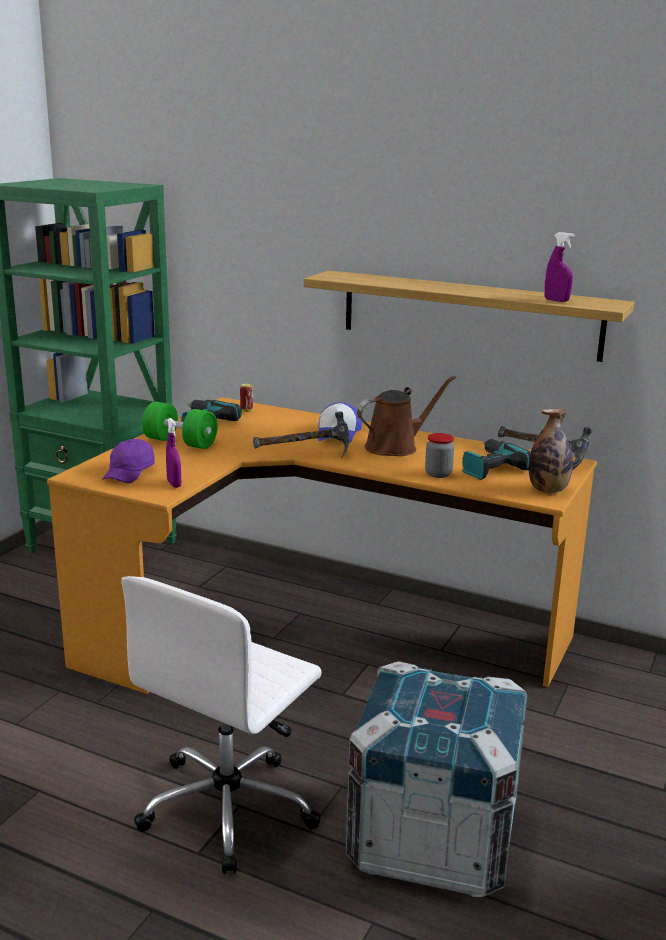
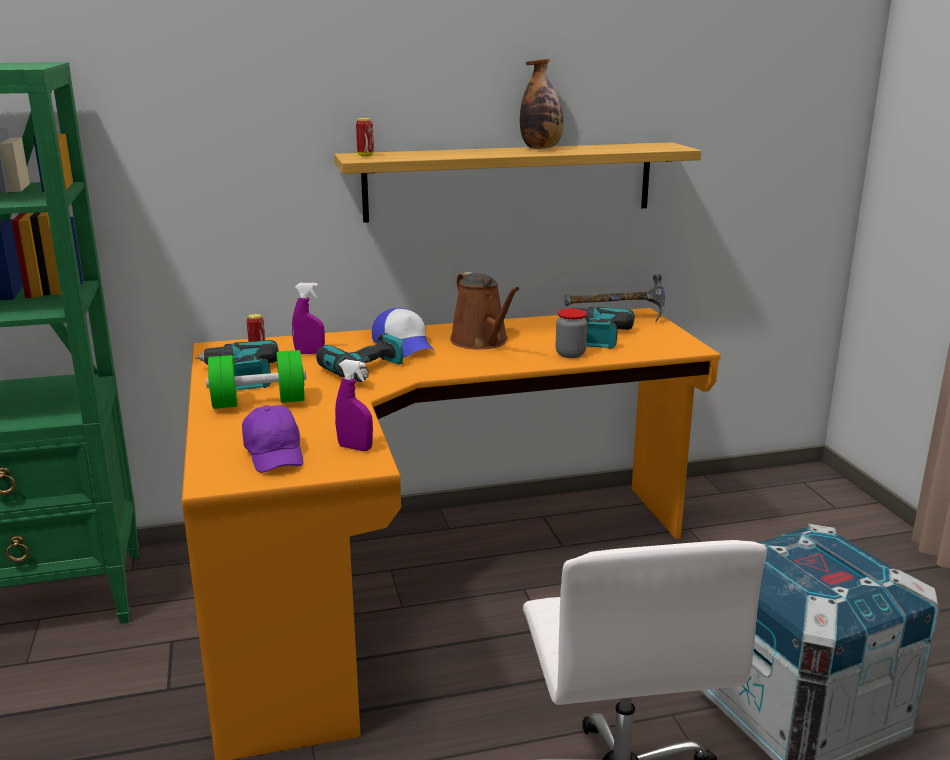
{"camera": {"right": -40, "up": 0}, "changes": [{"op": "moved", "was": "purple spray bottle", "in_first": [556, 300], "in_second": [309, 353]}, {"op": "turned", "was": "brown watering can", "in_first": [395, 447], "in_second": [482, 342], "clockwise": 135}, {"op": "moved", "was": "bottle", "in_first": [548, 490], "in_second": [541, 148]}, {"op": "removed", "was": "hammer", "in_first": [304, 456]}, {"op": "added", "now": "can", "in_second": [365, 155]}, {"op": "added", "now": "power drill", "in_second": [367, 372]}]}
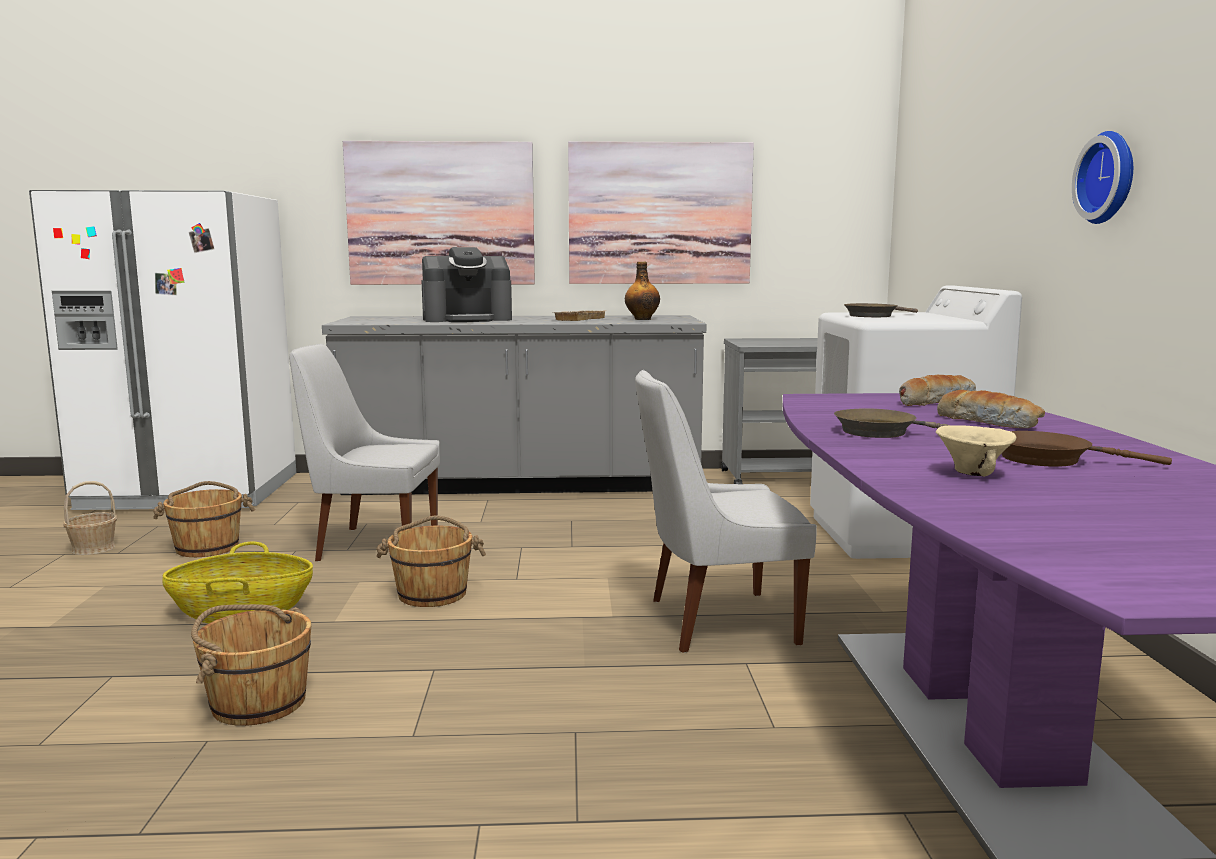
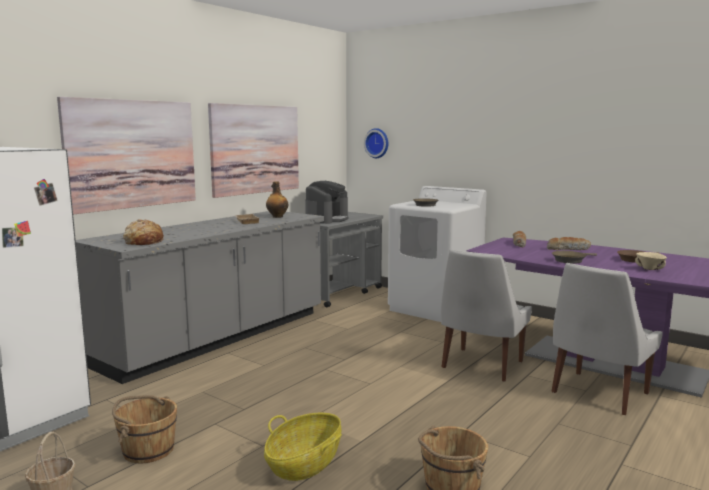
{"camera": {"right": -50, "up": 0}, "changes": [{"op": "moved", "was": "wall clock", "in_first": [1110, 178], "in_second": [377, 143]}, {"op": "moved", "was": "coffee machine", "in_first": [467, 319], "in_second": [327, 219]}, {"op": "moved", "was": "white chair", "in_first": [373, 545], "in_second": [598, 394]}, {"op": "removed", "was": "brown bucket", "in_first": [432, 593]}, {"op": "added", "now": "bread", "in_second": [143, 241]}]}
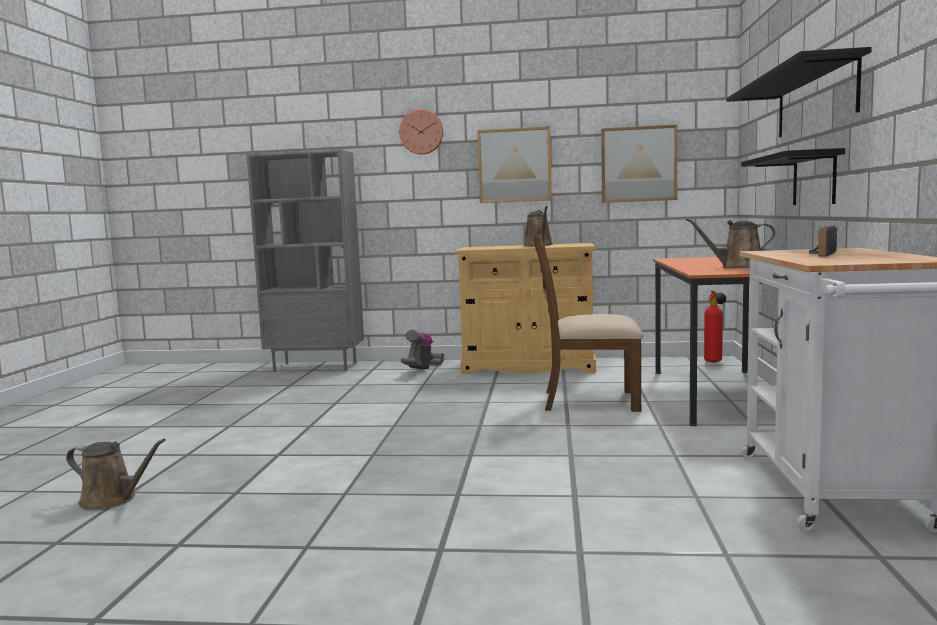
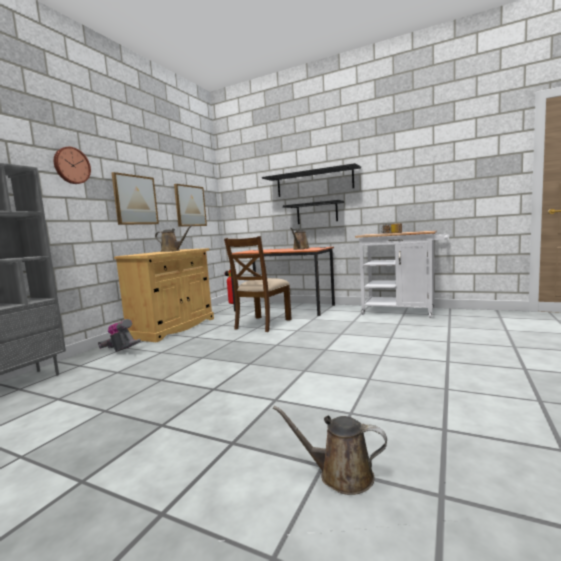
{"camera": {"right": -70, "up": 0}, "changes": [{"op": "turned", "was": "brown watering can", "in_first": [112, 500], "in_second": [340, 475], "clockwise": -105}]}
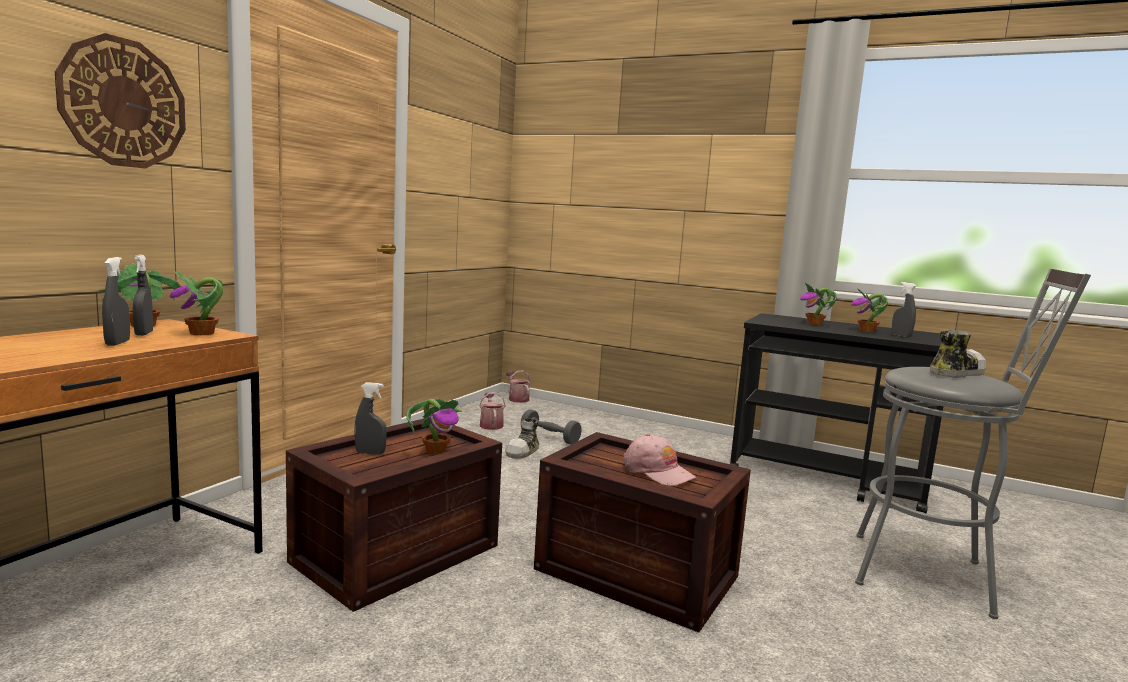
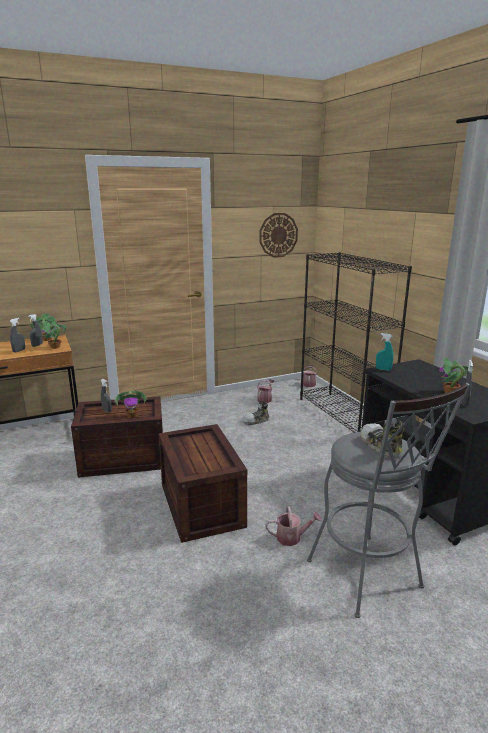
{"camera": {"right": 40, "up": 10}, "changes": [{"op": "moved", "was": "wall clock", "in_first": [123, 103], "in_second": [278, 235]}, {"op": "removed", "was": "potted plant", "in_first": [815, 324]}, {"op": "turned", "was": "shoe", "in_first": [954, 373], "in_second": [380, 446], "clockwise": -120}, {"op": "removed", "was": "grey dumbbell", "in_first": [550, 437]}, {"op": "removed", "was": "pink cap", "in_first": [657, 471]}, {"op": "added", "now": "black bookcase", "in_second": [343, 415]}, {"op": "added", "now": "turquoise spray bottle", "in_second": [383, 369]}, {"op": "added", "now": "watering can", "in_second": [292, 537]}]}
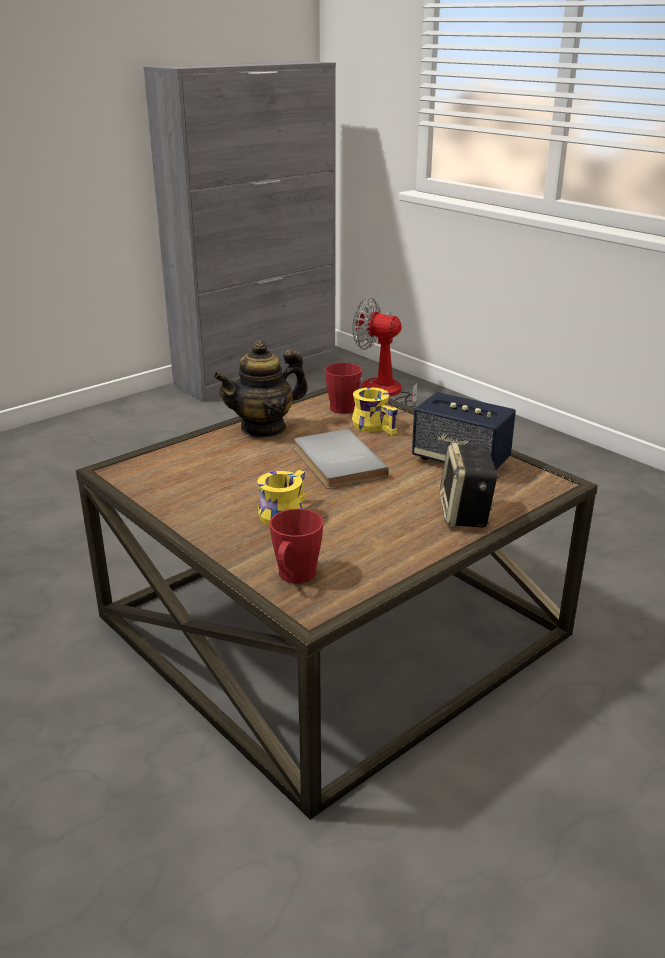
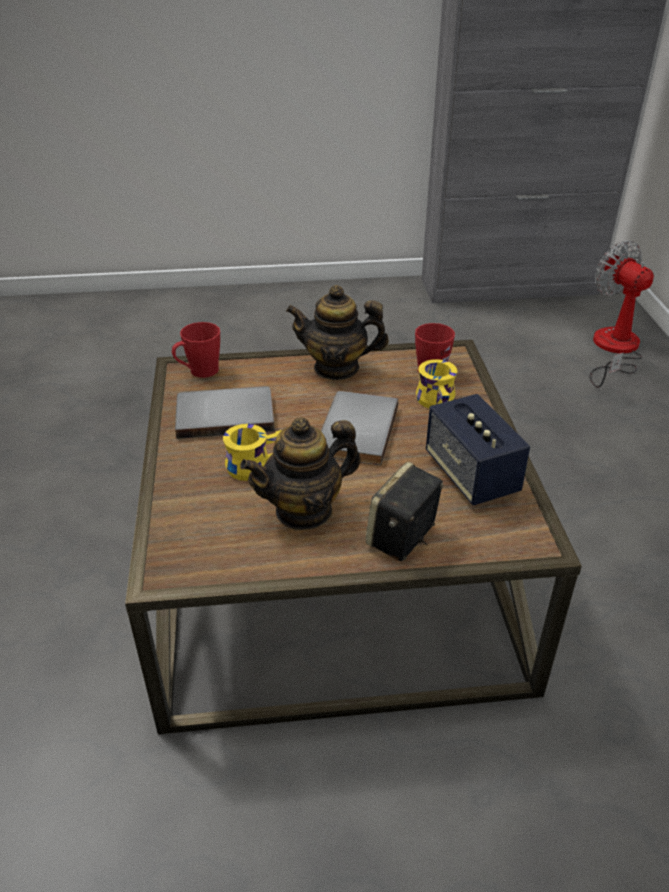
{"camera": {"right": 35, "up": 10}, "changes": [{"op": "moved", "was": "red mug", "in_first": [294, 577], "in_second": [199, 371]}, {"op": "added", "now": "grey book", "in_second": [225, 414]}, {"op": "added", "now": "teapot", "in_second": [304, 510]}]}
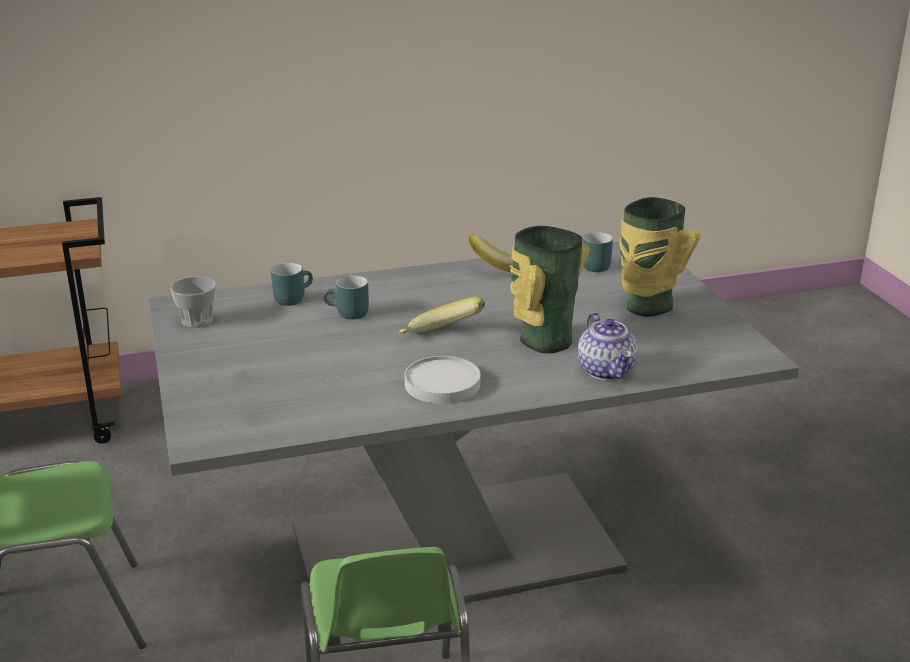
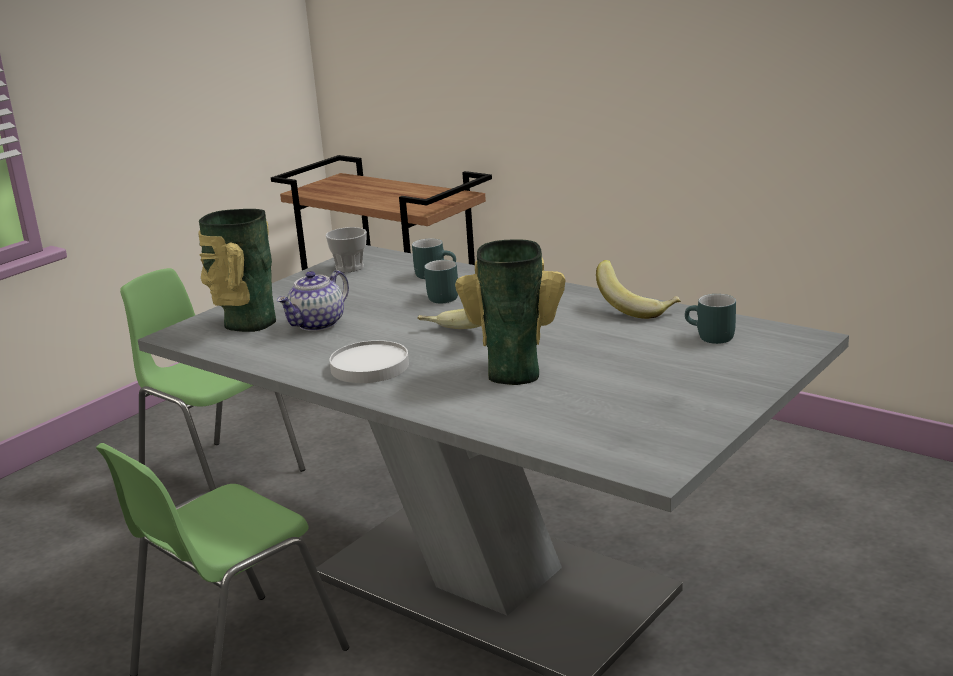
{"camera": {"right": 55, "up": -5}, "changes": [{"op": "moved", "was": "vase", "in_first": [646, 307], "in_second": [247, 323]}, {"op": "moved", "was": "teapot", "in_first": [607, 371], "in_second": [318, 324]}]}
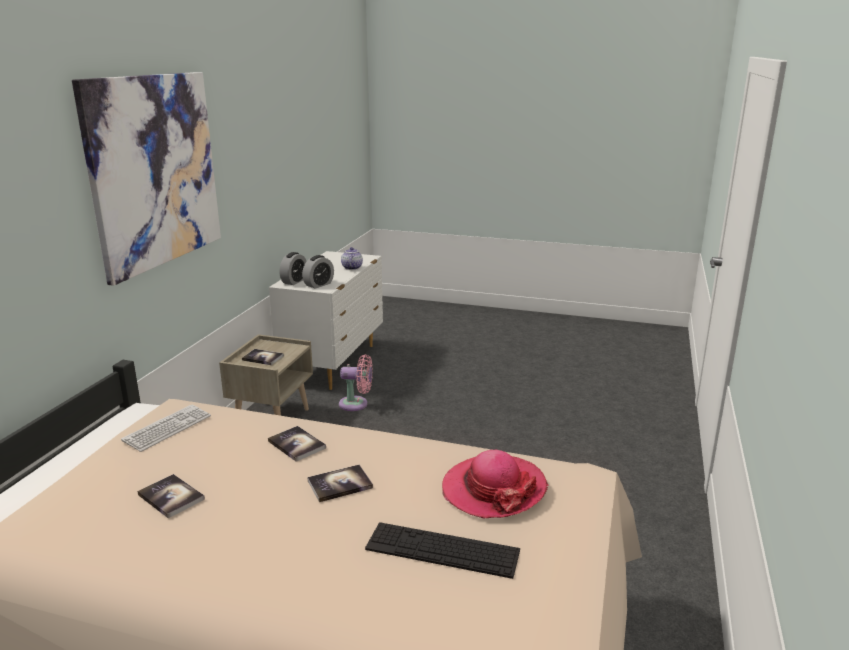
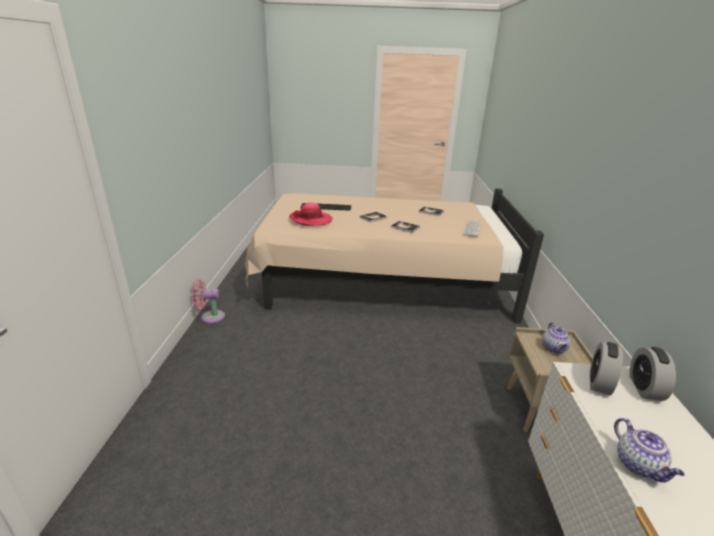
{"camera": {"right": 165, "up": 5}, "changes": [{"op": "removed", "was": "picture", "in_first": [154, 171]}, {"op": "replaced", "was": "book", "now": "teapot", "in_first": [262, 358], "in_second": [554, 348]}, {"op": "moved", "was": "pink fan", "in_first": [356, 404], "in_second": [210, 317]}]}
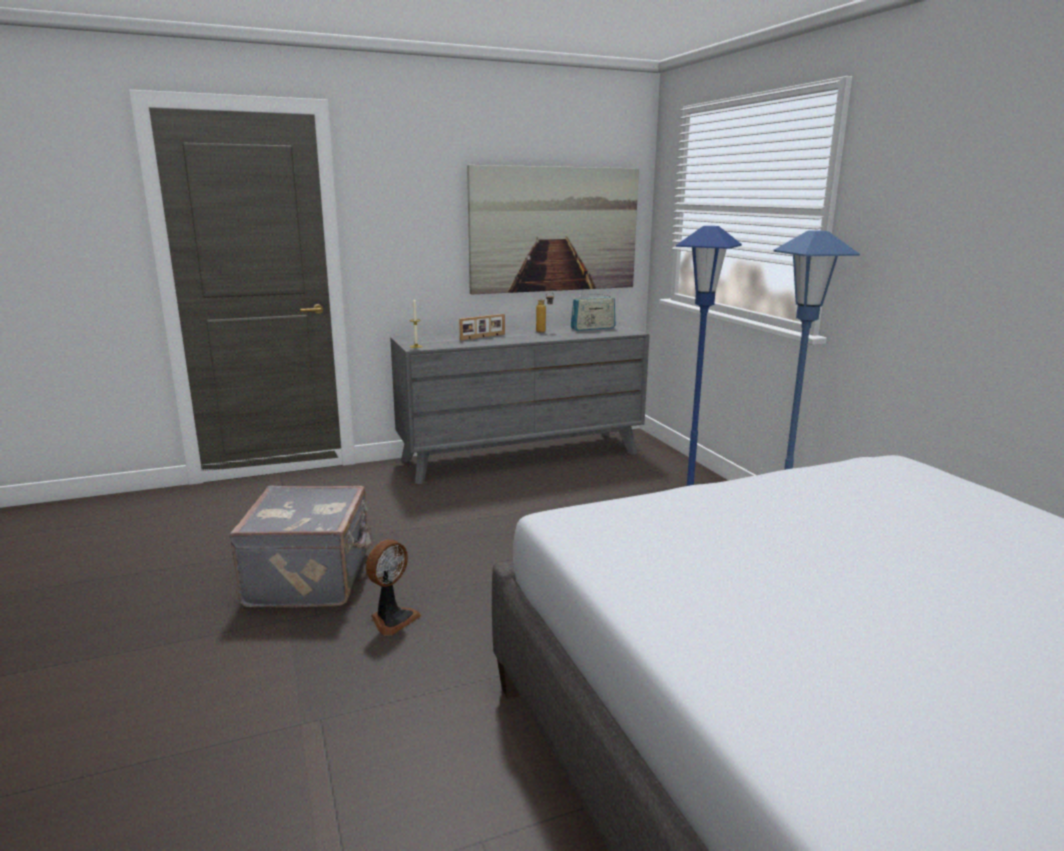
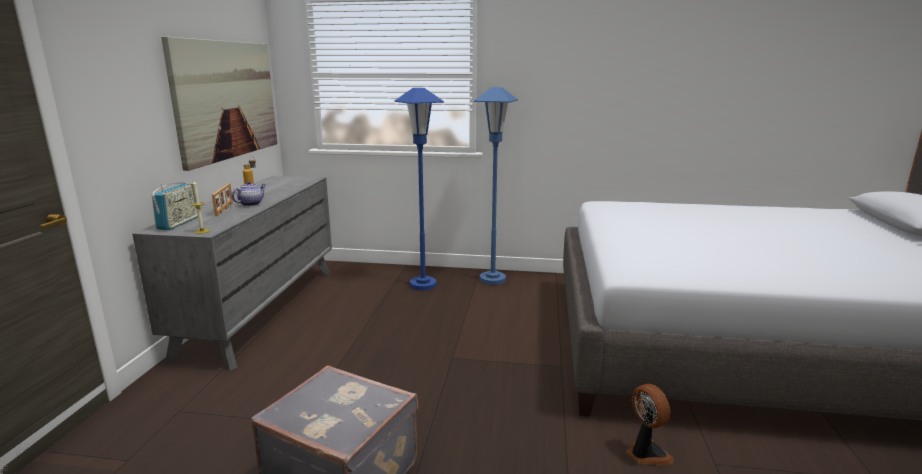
{"camera": {"right": -60, "up": 0}, "changes": [{"op": "moved", "was": "radio", "in_first": [593, 328], "in_second": [179, 223]}, {"op": "moved", "was": "fan", "in_first": [392, 619], "in_second": [646, 453]}, {"op": "added", "now": "teapot", "in_second": [251, 204]}]}
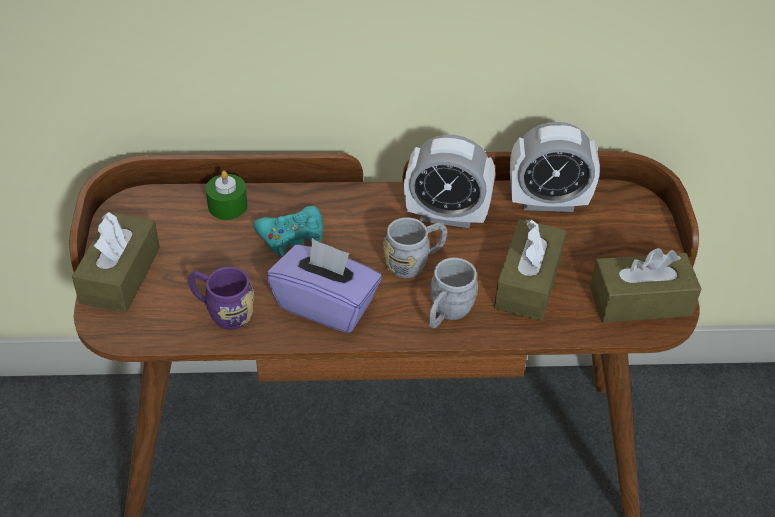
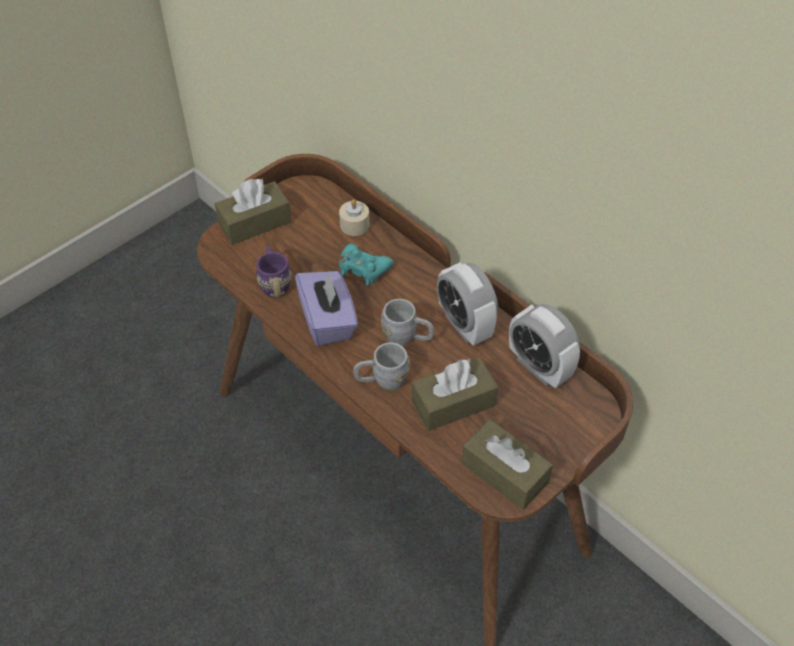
{"camera": {"right": 50, "up": 5}, "changes": [{"op": "recoloured", "was": "green candle", "now": "beige candle", "in_first": [227, 206], "in_second": [354, 225]}]}
